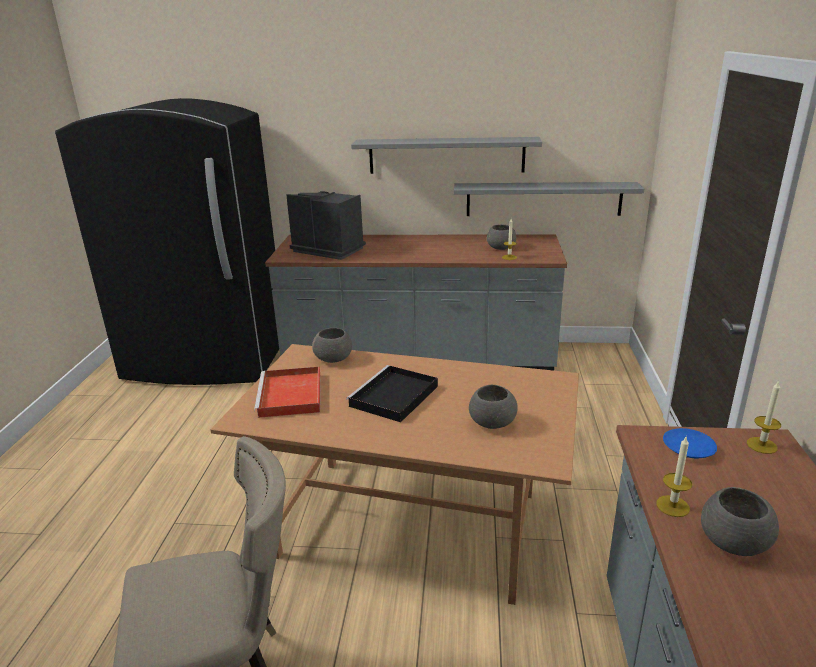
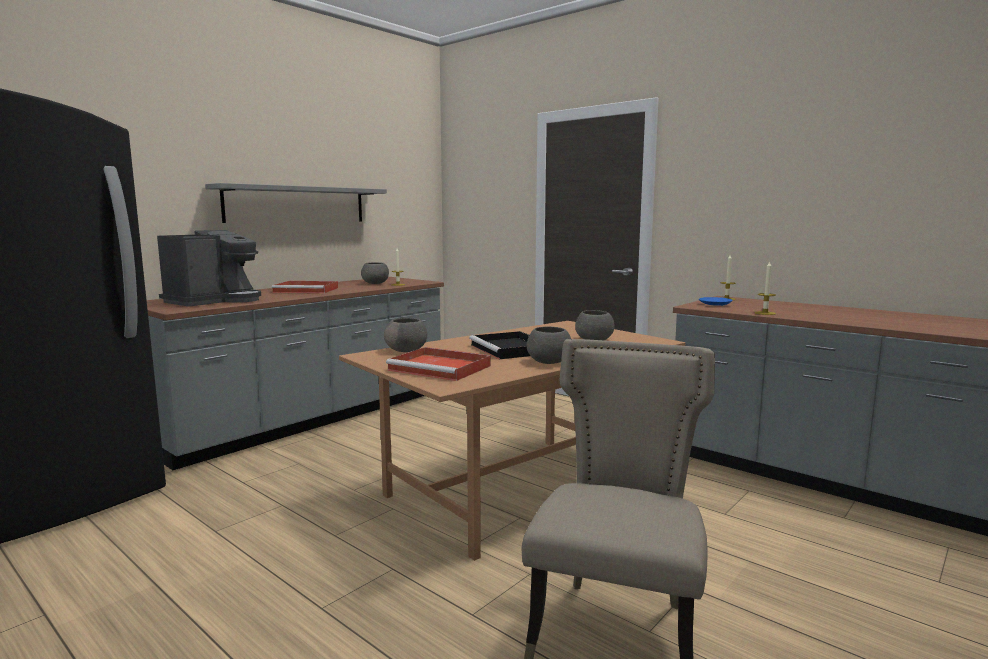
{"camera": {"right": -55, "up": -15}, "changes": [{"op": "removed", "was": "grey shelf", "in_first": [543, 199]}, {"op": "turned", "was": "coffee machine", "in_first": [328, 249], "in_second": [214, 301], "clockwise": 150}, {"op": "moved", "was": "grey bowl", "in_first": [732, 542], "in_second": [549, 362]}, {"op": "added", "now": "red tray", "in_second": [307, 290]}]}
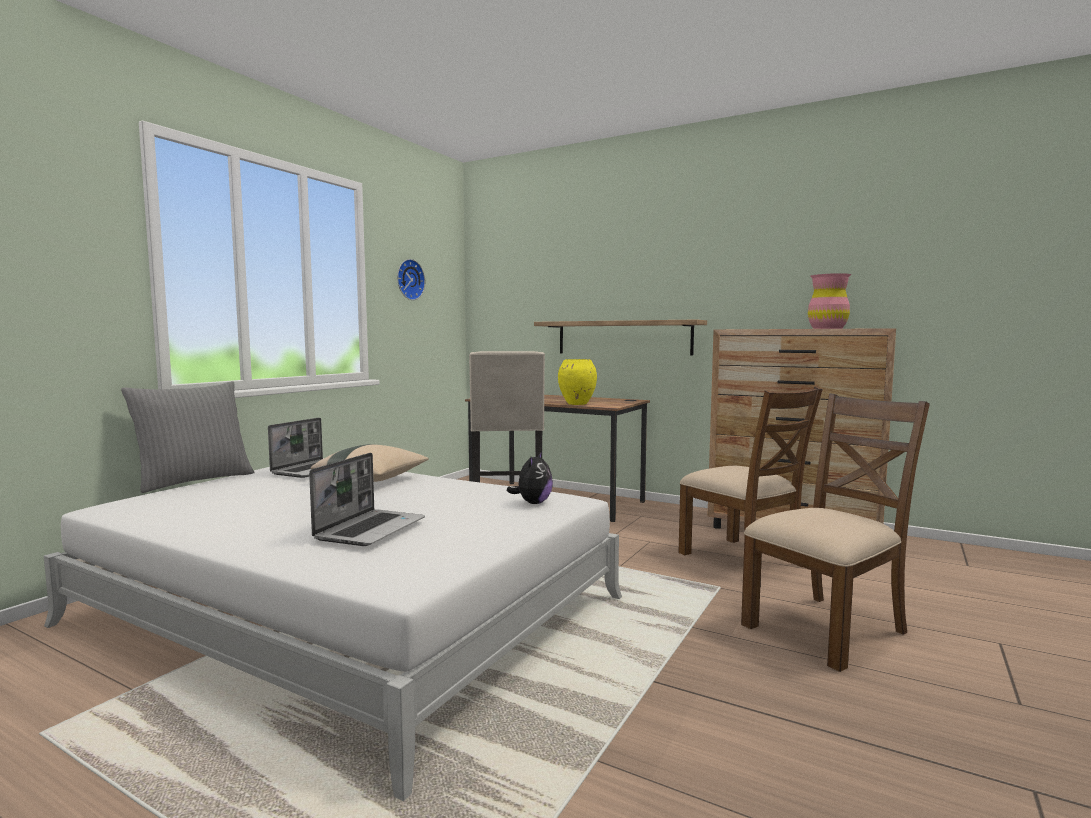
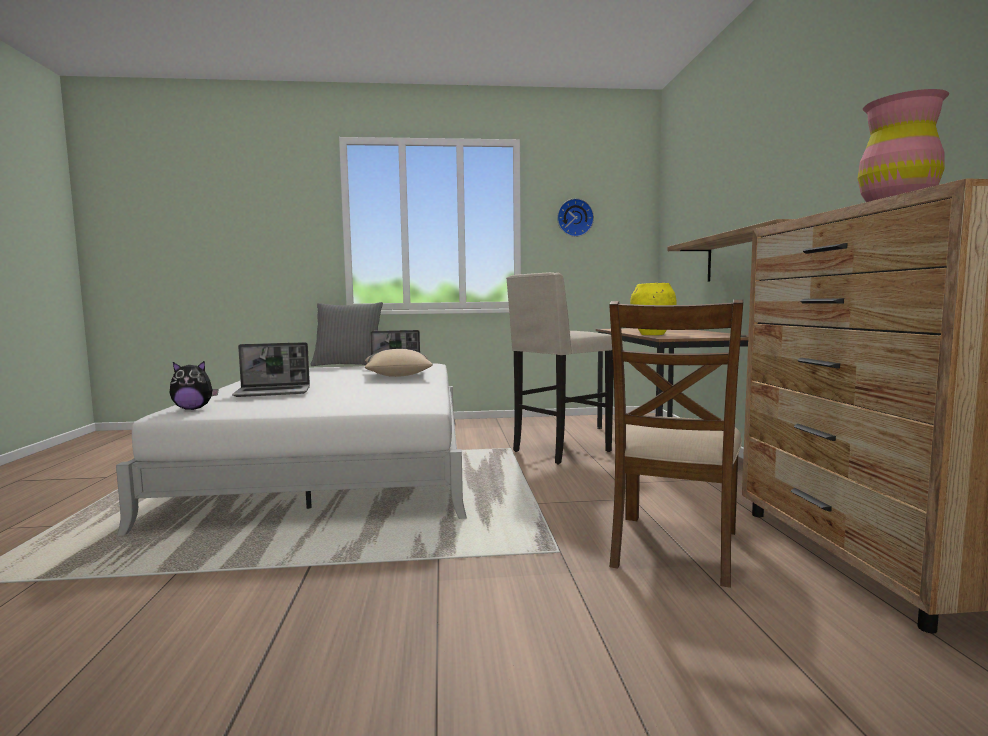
{"camera": {"right": 55, "up": 0}, "changes": [{"op": "removed", "was": "brown chair", "in_first": [826, 629]}, {"op": "moved", "was": "plush toy", "in_first": [533, 503], "in_second": [193, 409]}]}
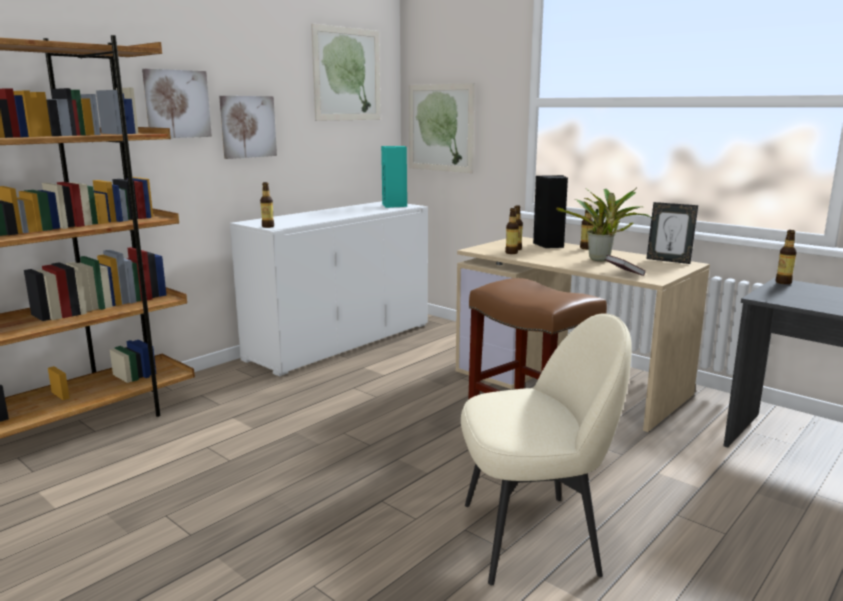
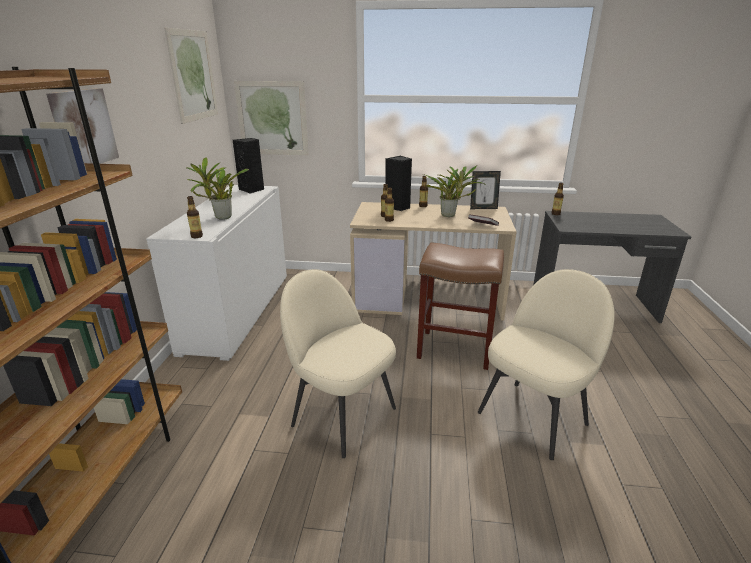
{"camera": {"right": -35, "up": 10}, "changes": [{"op": "removed", "was": "picture", "in_first": [247, 126]}, {"op": "recoloured", "was": "turquoise speaker", "now": "black speaker", "in_first": [394, 205], "in_second": [252, 190]}, {"op": "added", "now": "potted plant", "in_second": [221, 218]}, {"op": "added", "now": "beige chair", "in_second": [342, 415]}]}
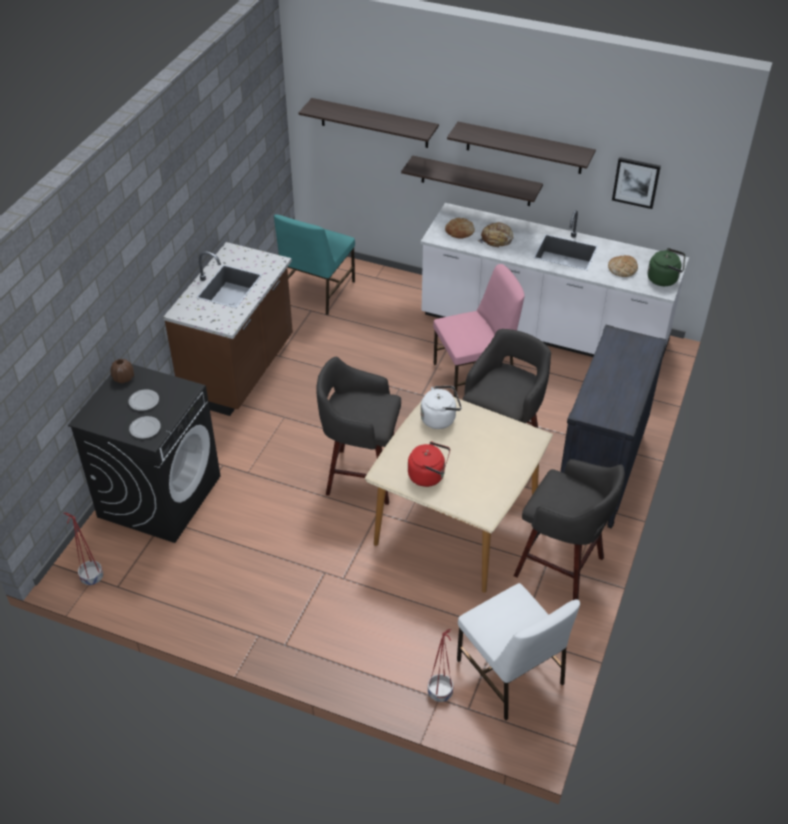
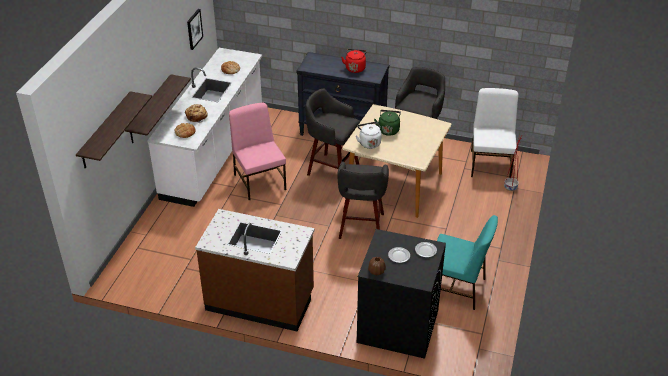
{"camera": {"right": -95, "up": -5}, "changes": [{"op": "removed", "was": "shelf", "in_first": [524, 148]}, {"op": "moved", "was": "turquoise chair", "in_first": [316, 291], "in_second": [456, 288]}, {"op": "moved", "was": "green kettle", "in_first": [664, 279], "in_second": [388, 130]}, {"op": "moved", "was": "red kettle", "in_first": [429, 476], "in_second": [355, 68]}, {"op": "removed", "was": "red planter", "in_first": [91, 578]}, {"op": "turned", "was": "white chair", "in_first": [510, 674], "in_second": [490, 164], "clockwise": -45}]}
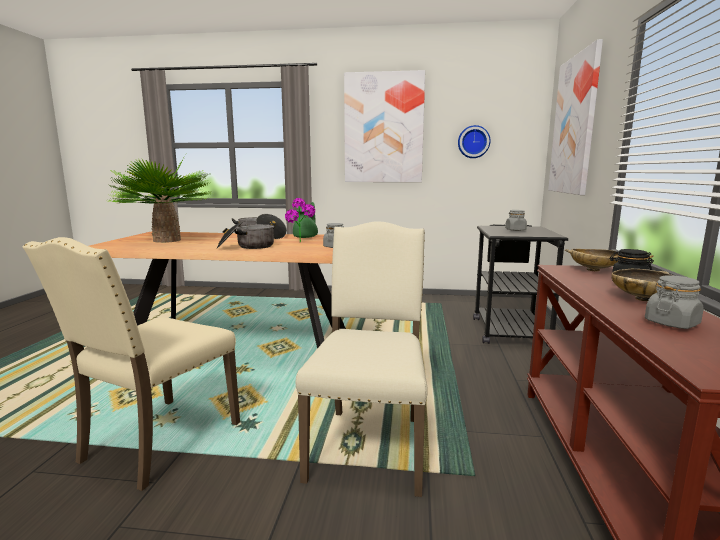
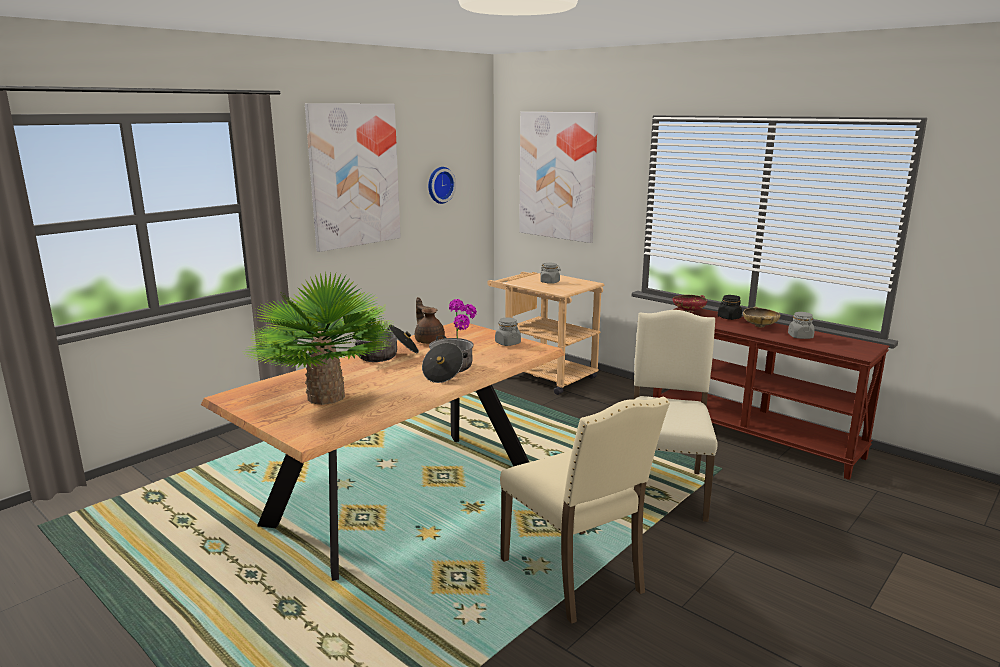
{"camera": {"right": -55, "up": 5}, "changes": [{"op": "recoloured", "was": "green teapot", "now": "brown teapot", "in_first": [306, 237], "in_second": [429, 340]}, {"op": "turned", "was": "beige chair", "in_first": [369, 445], "in_second": [663, 489], "clockwise": 60}, {"op": "recoloured", "was": "black cart", "now": "beige cart", "in_first": [508, 329], "in_second": [543, 375]}, {"op": "recoloured", "was": "beige bowl", "now": "red bowl", "in_first": [593, 270], "in_second": [688, 311]}]}
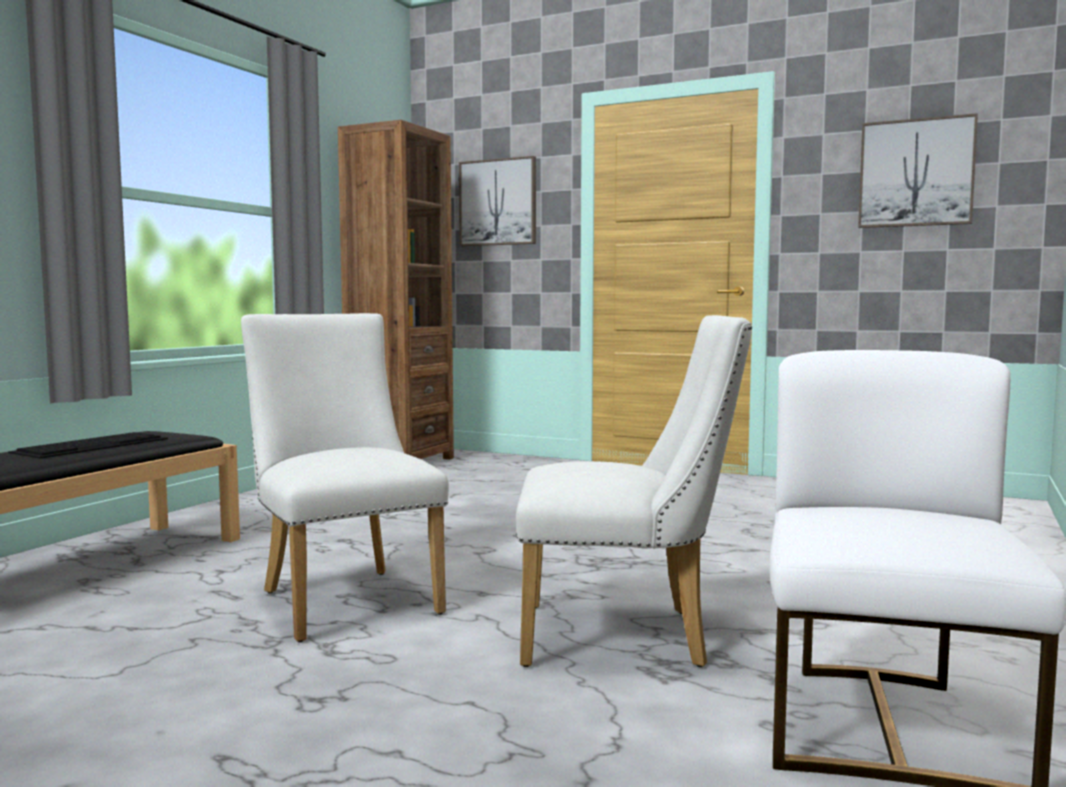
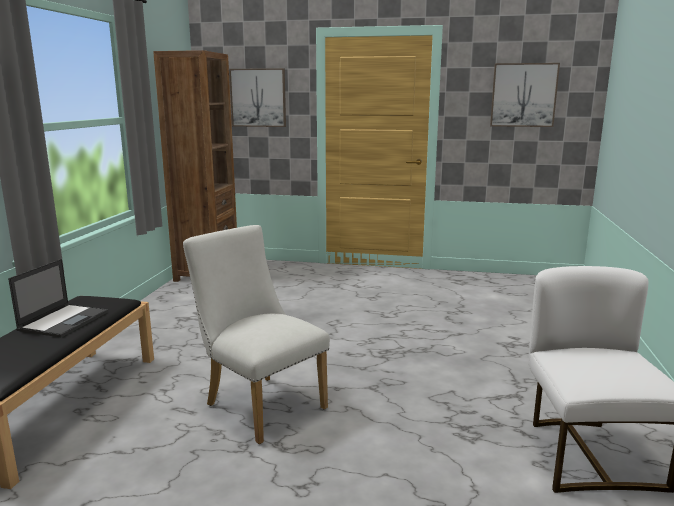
{"camera": {"right": -15, "up": 10}, "changes": [{"op": "removed", "was": "white chair", "in_first": [627, 636]}, {"op": "replaced", "was": "keyboard", "now": "laptop", "in_first": [93, 445], "in_second": [64, 320]}]}
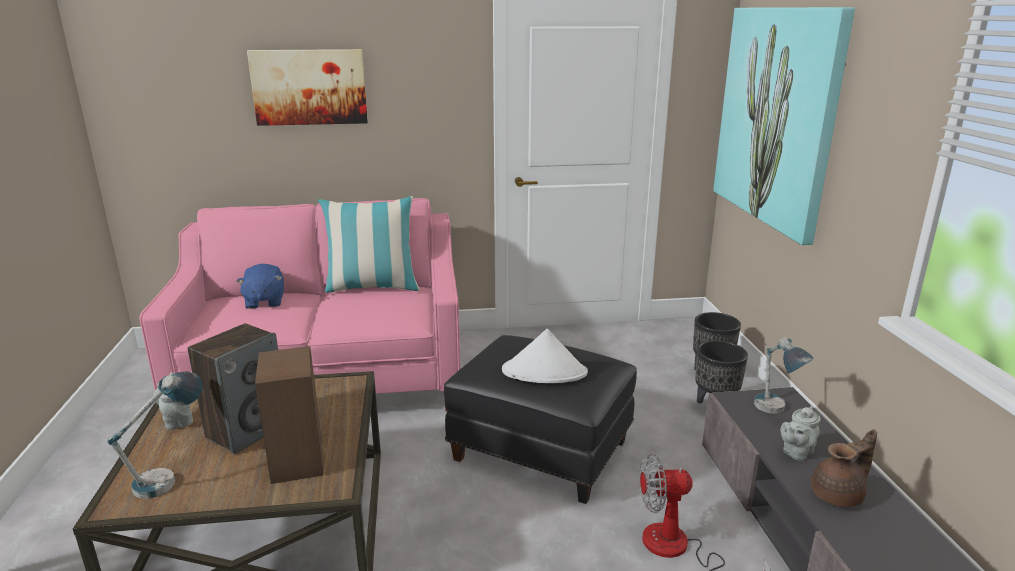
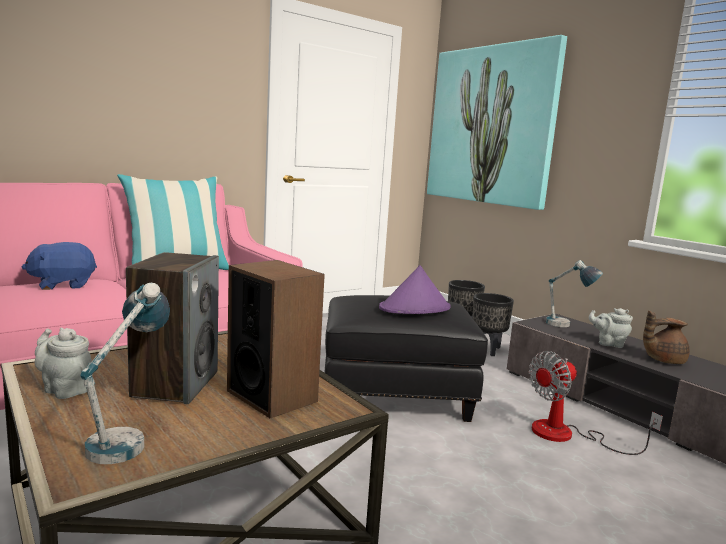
{"camera": {"right": -30, "up": -10}, "changes": [{"op": "removed", "was": "picture", "in_first": [309, 87]}, {"op": "turned", "was": "blue plush toy", "in_first": [264, 302], "in_second": [63, 285], "clockwise": 105}, {"op": "recoloured", "was": "white hat", "now": "purple hat", "in_first": [545, 372], "in_second": [415, 308]}, {"op": "turned", "was": "grey teapot", "in_first": [796, 452], "in_second": [608, 343], "clockwise": 90}, {"op": "turned", "was": "brown teapot", "in_first": [839, 495], "in_second": [662, 360], "clockwise": -135}]}
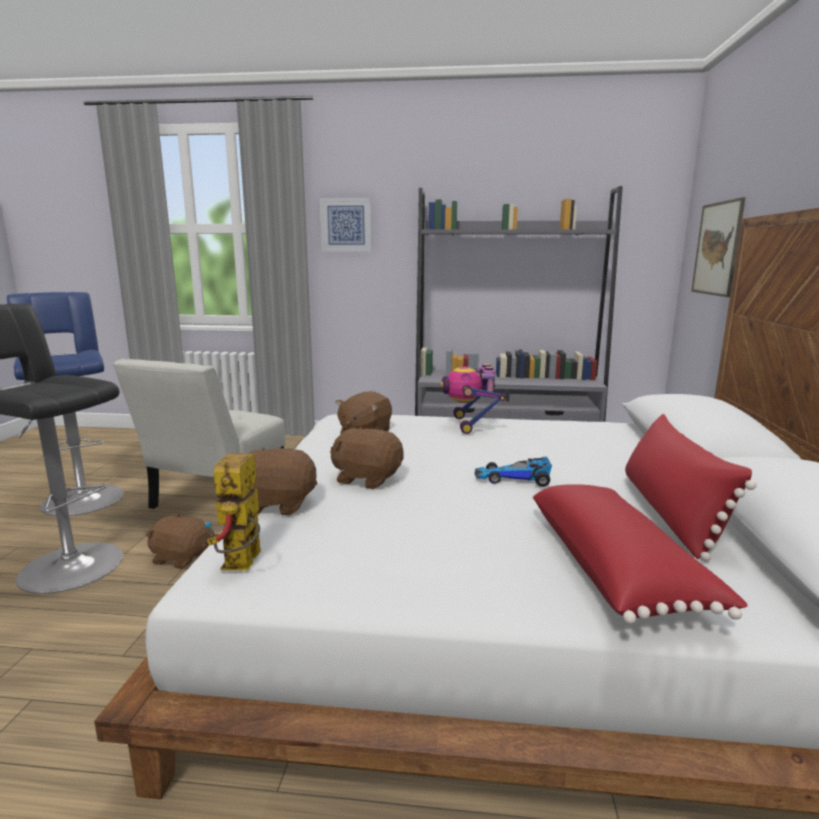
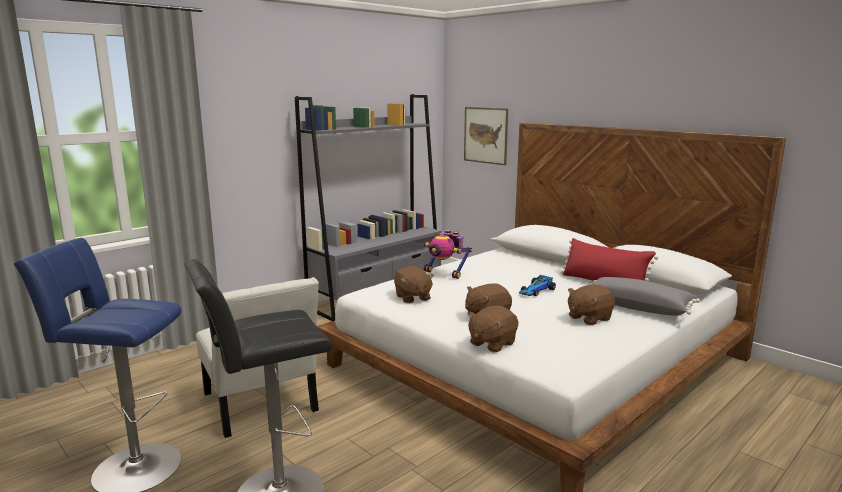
{"camera": {"right": -50, "up": 0}, "changes": [{"op": "removed", "was": "picture", "in_first": [346, 225]}, {"op": "removed", "was": "toy robot", "in_first": [242, 566]}, {"op": "recoloured", "was": "red pillow", "now": "grey pillow", "in_first": [616, 570], "in_second": [638, 307]}, {"op": "moved", "was": "brown plush toy", "in_first": [181, 557], "in_second": [589, 318]}]}
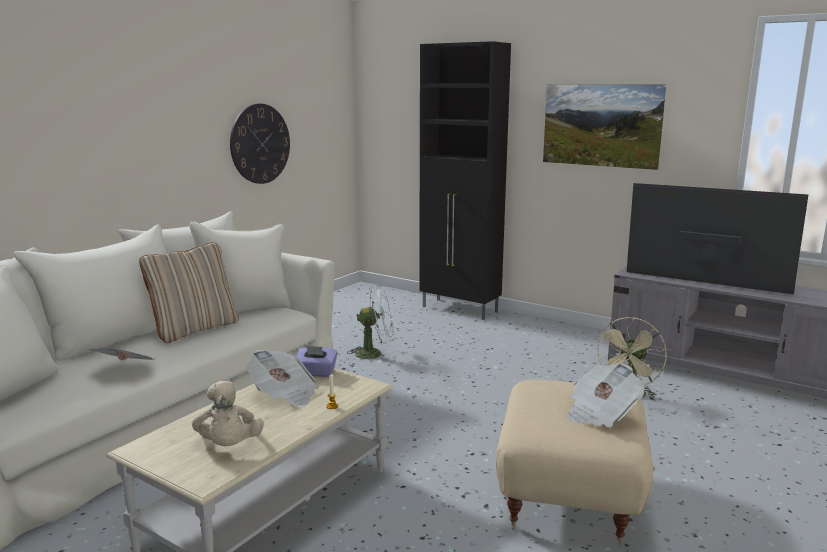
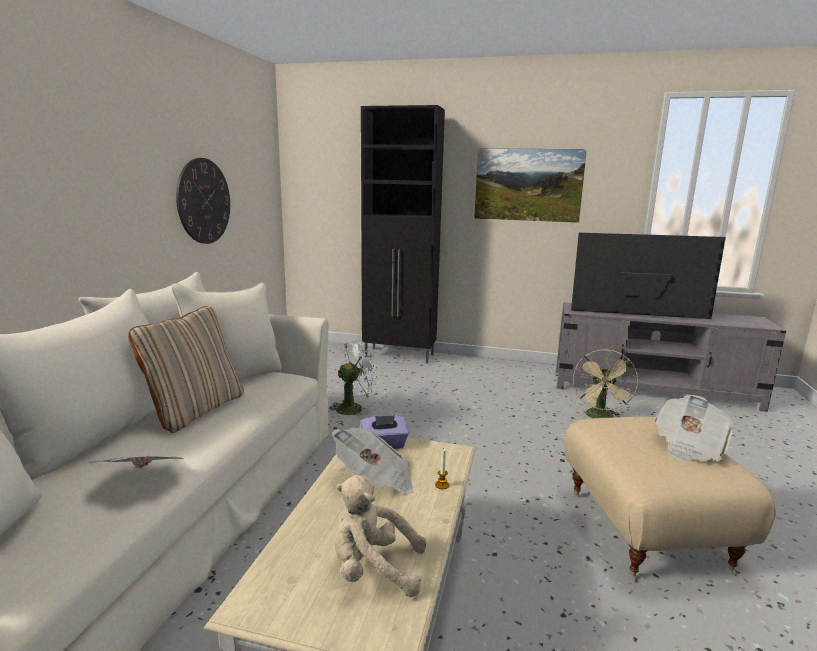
{"camera": {"right": -20, "up": 0}, "changes": [{"op": "turned", "was": "beige plush toy", "in_first": [229, 446], "in_second": [373, 570], "clockwise": 135}]}
